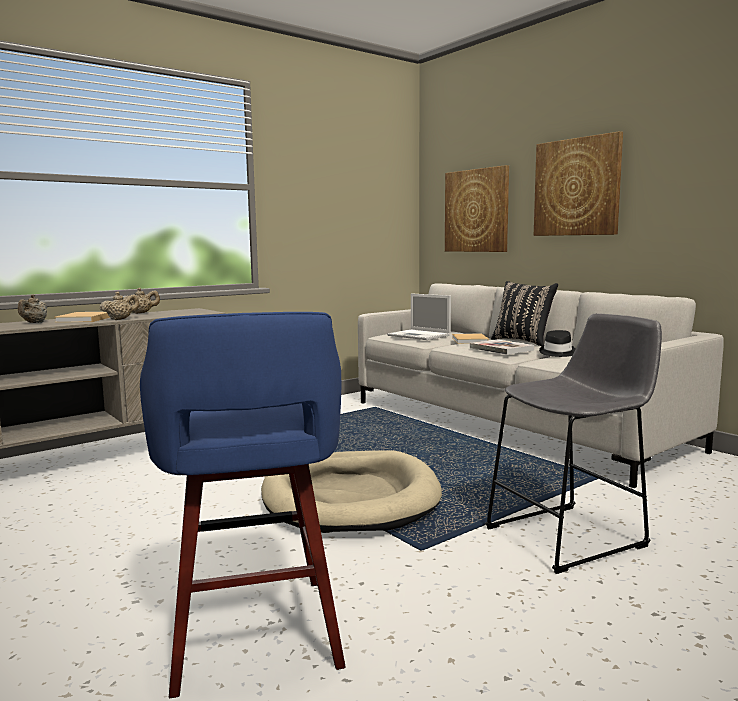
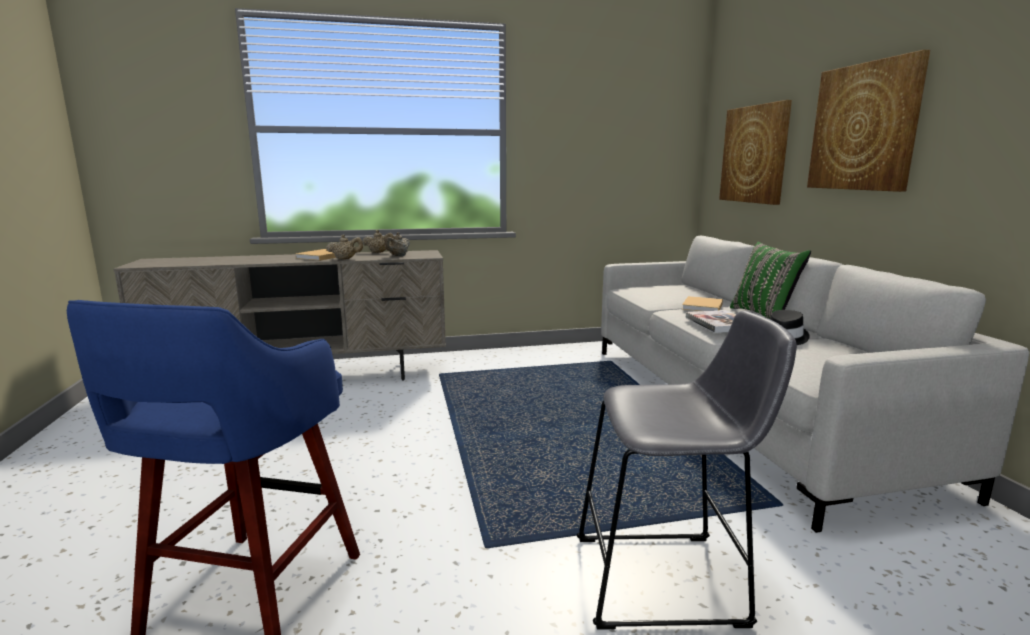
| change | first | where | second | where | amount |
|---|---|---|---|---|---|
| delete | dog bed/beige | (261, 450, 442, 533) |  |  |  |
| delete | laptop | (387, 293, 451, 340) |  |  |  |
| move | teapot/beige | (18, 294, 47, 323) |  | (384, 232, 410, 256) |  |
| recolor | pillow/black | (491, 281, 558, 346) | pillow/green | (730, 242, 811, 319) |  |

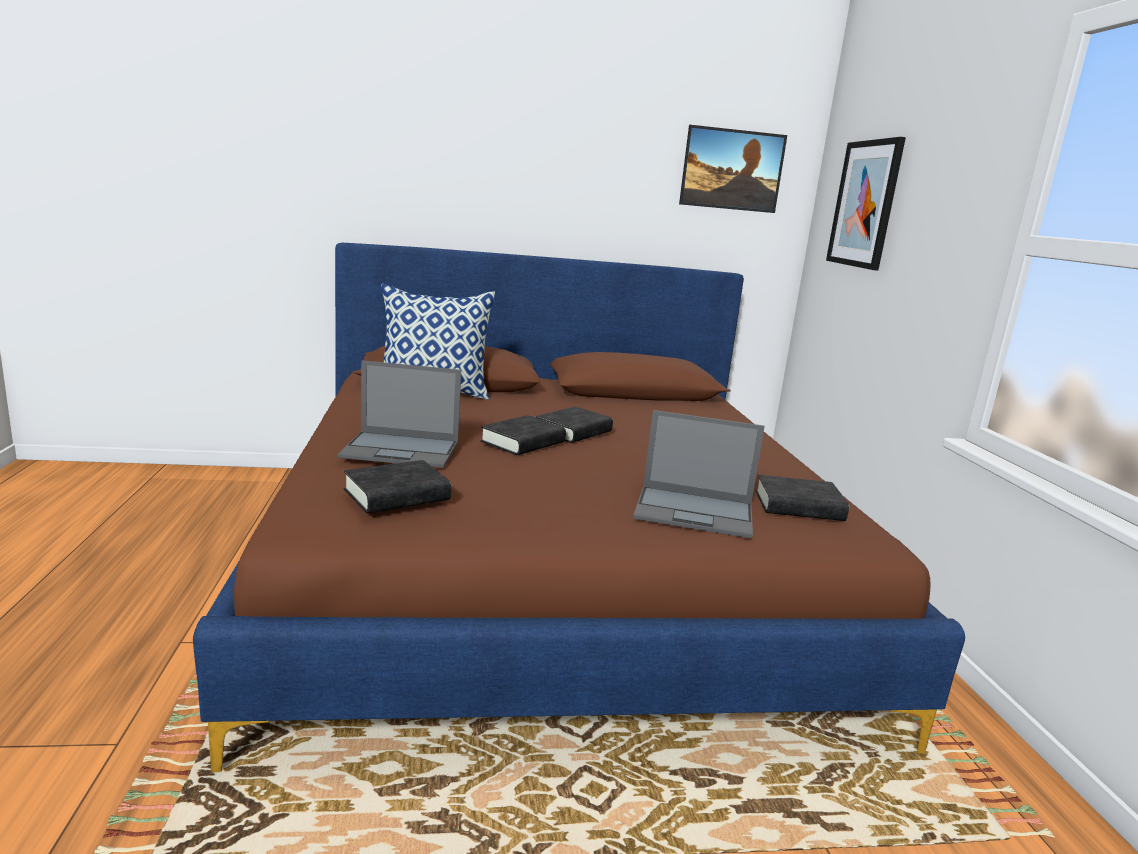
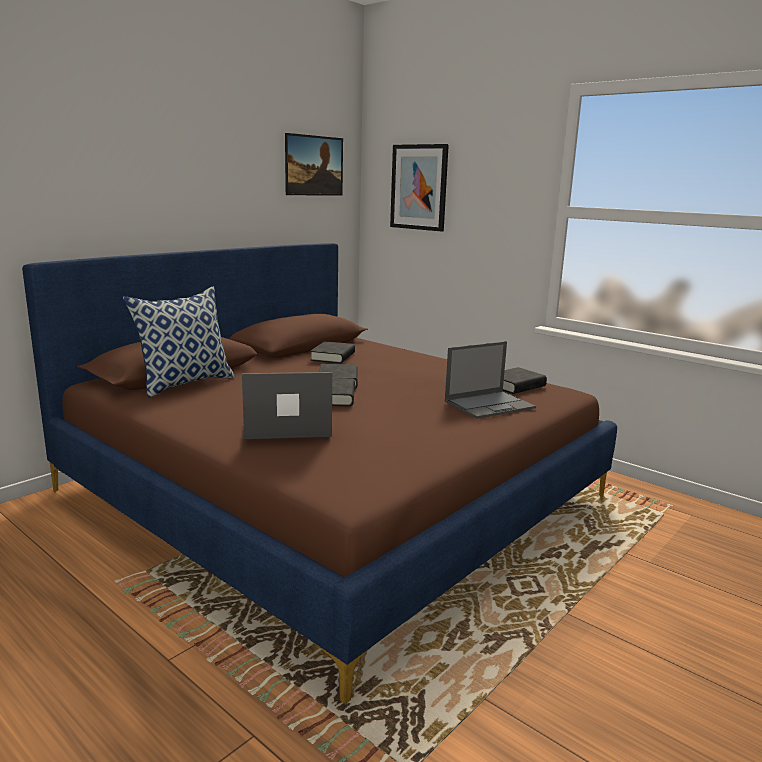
| change | first | where | second | where | amount |
|---|---|---|---|---|---|
| move | book/black | (344, 460, 451, 513) |  | (310, 341, 355, 364) |  |
| rotate | laptop | (338, 360, 461, 468) |  | (242, 372, 332, 439) | 150 degrees counterclockwise |

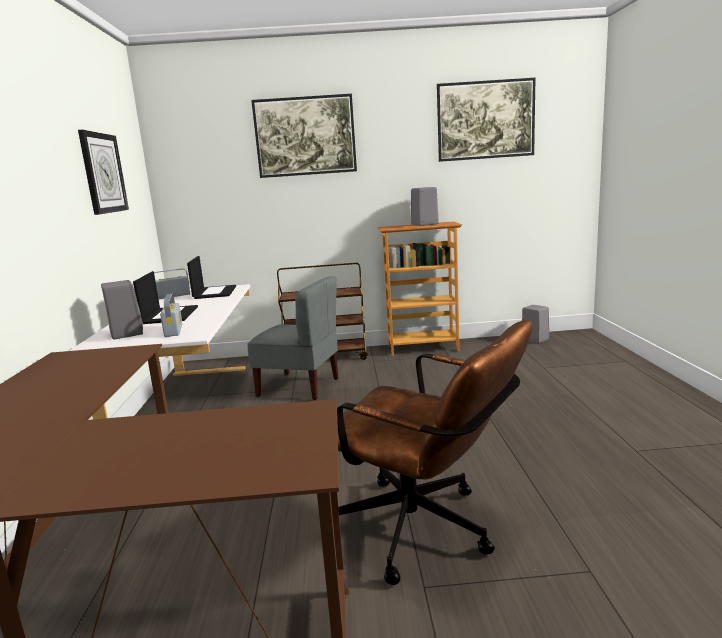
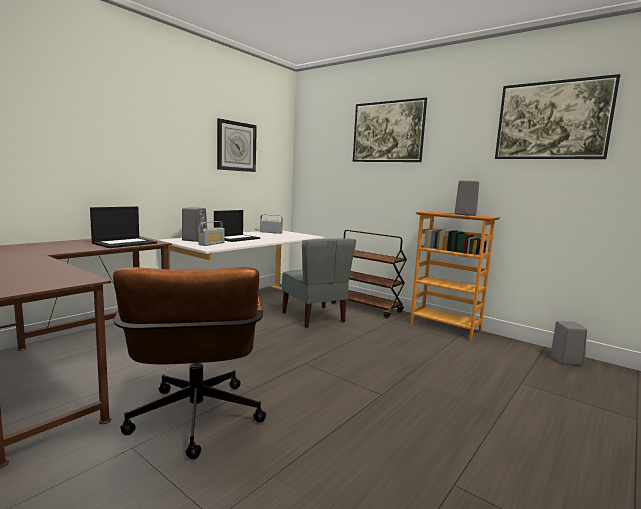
| change | first | where | second | where | amount |
|---|---|---|---|---|---|
| move | laptop | (187, 256, 236, 299) |  | (90, 206, 157, 248) |  |

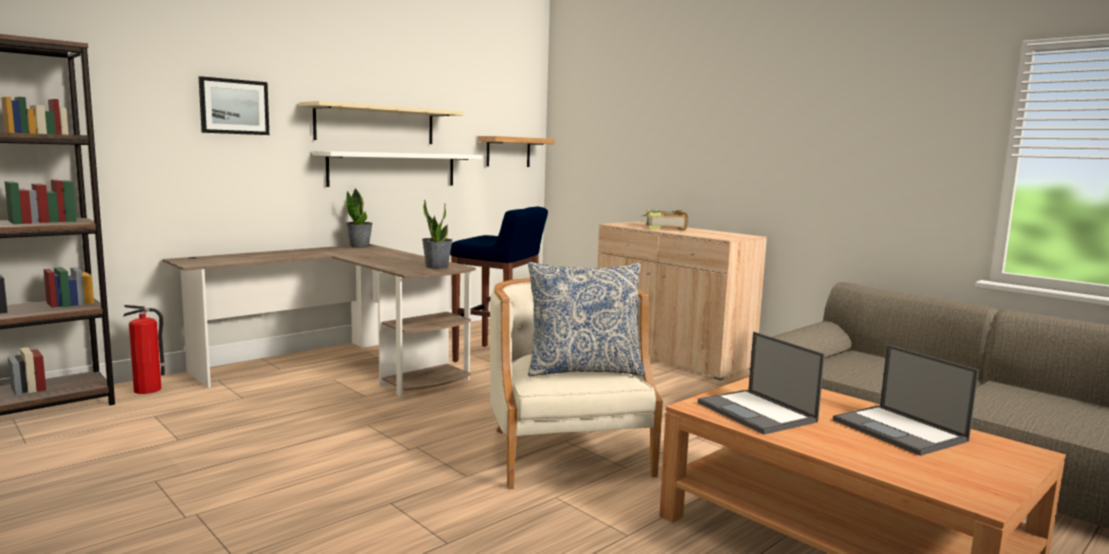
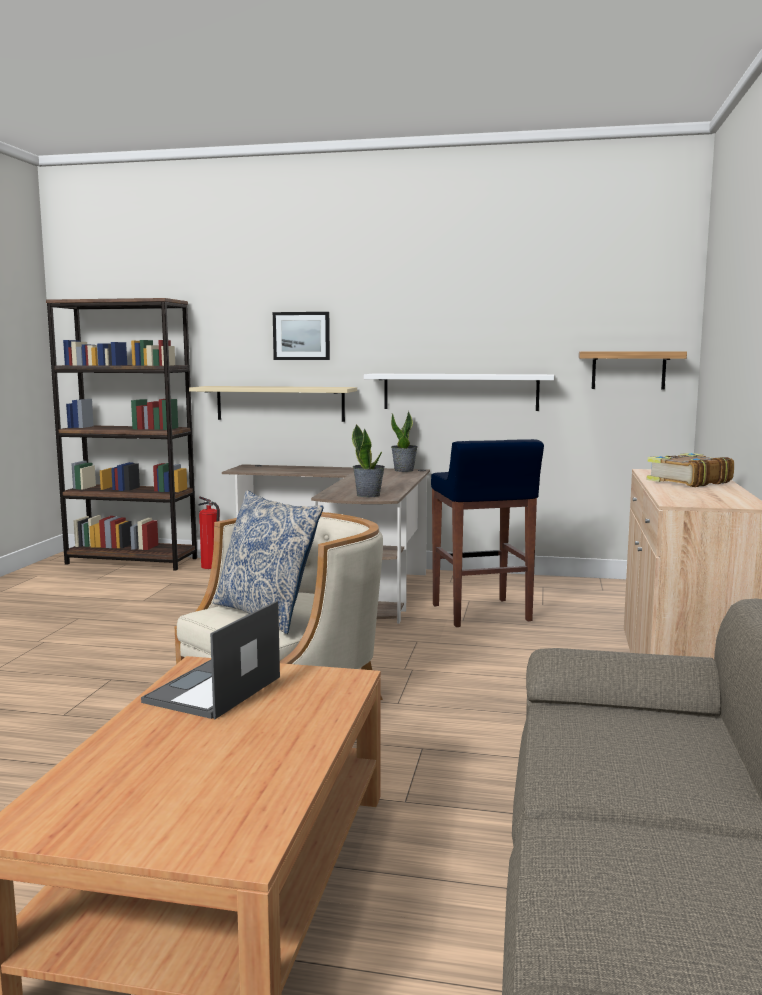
| change | first | where | second | where | amount |
|---|---|---|---|---|---|
| delete | laptop | (833, 345, 979, 456) |  |  |  |
| move | shelf/beige | (299, 101, 464, 144) |  | (189, 386, 357, 422) |  |

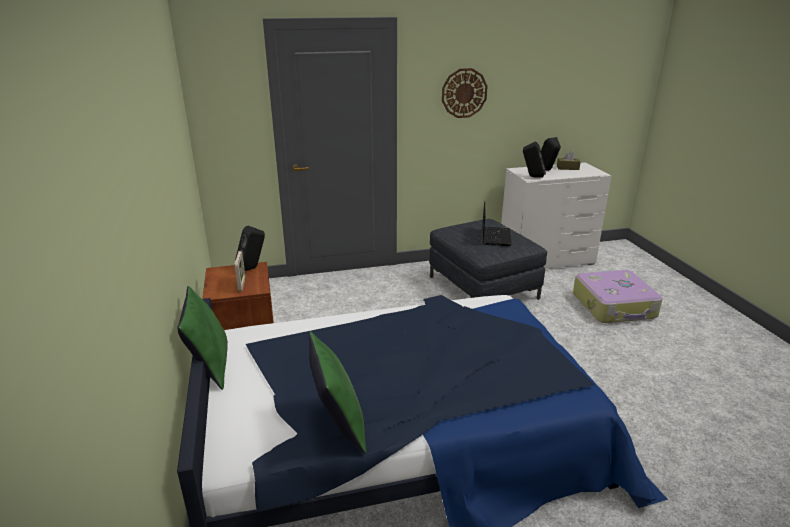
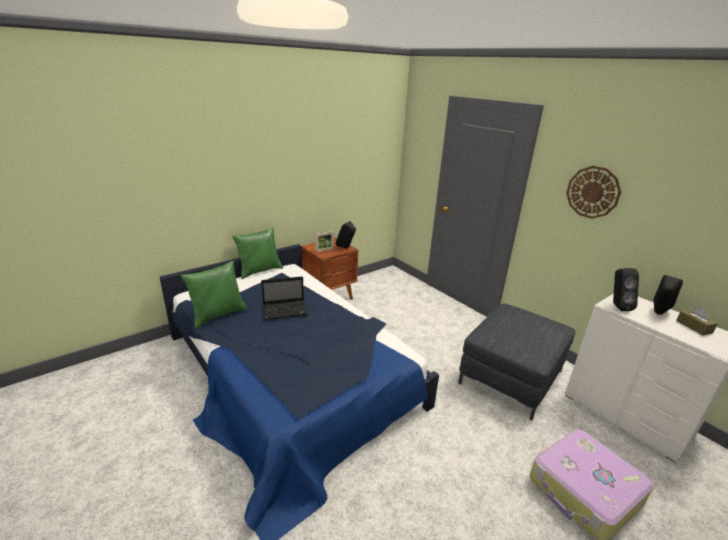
| change | first | where | second | where | amount |
|---|---|---|---|---|---|
| move | laptop | (482, 201, 512, 246) |  | (261, 276, 308, 320) |  |

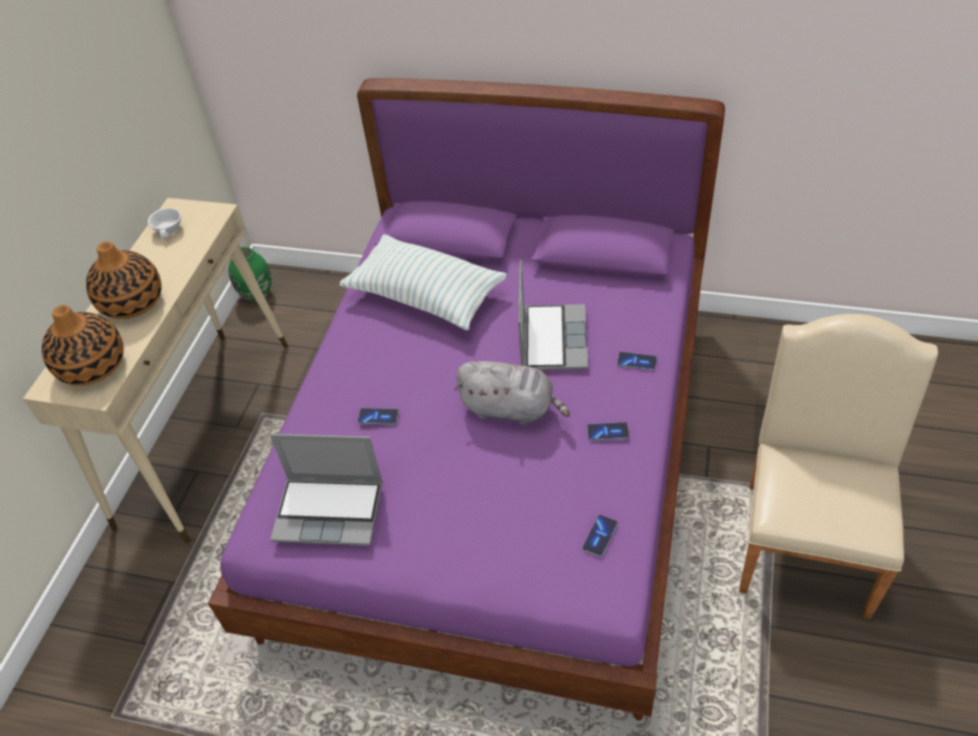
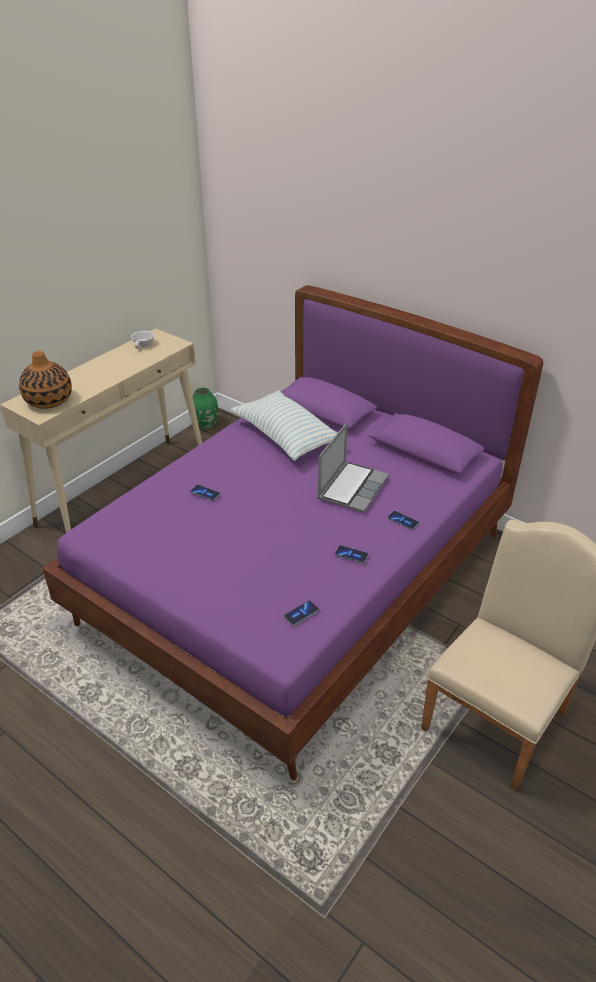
| change | first | where | second | where | amount |
|---|---|---|---|---|---|
| delete | vase | (86, 241, 161, 319) |  |  |  |
| delete | laptop | (270, 434, 383, 546) |  |  |  |
| delete | plush toy/grey | (455, 361, 570, 425) |  |  |  |

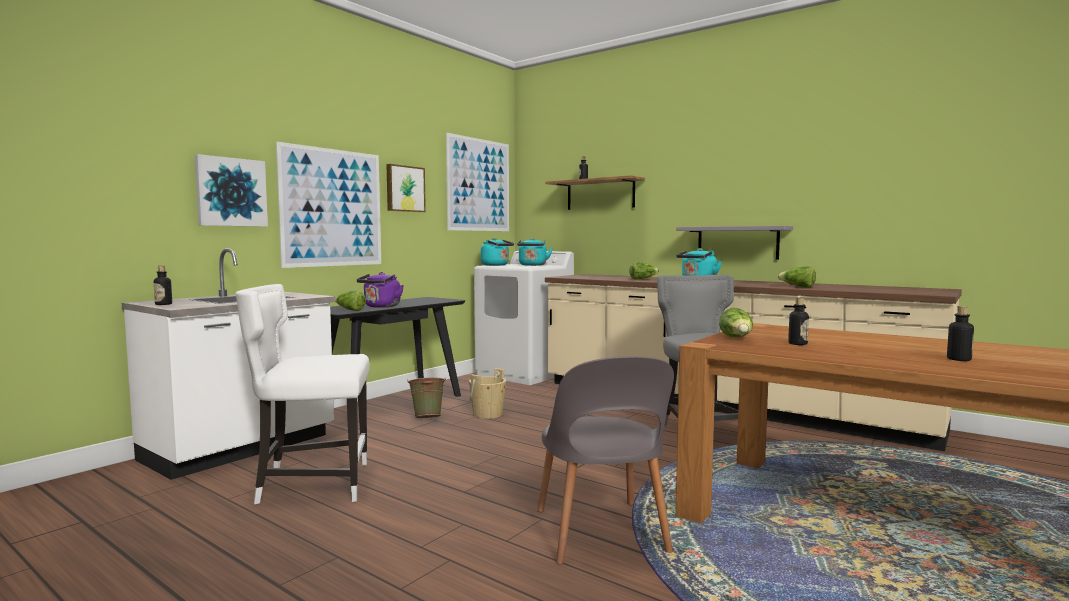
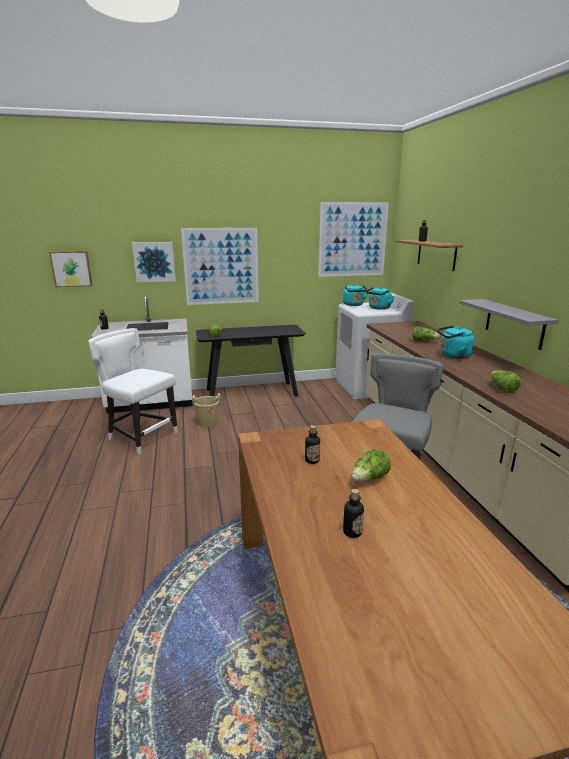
| change | first | where | second | where | amount |
|---|---|---|---|---|---|
| delete | kettle/purple | (357, 272, 404, 308) |  |  |  |
| delete | bucket/green | (407, 377, 446, 418) |  |  |  |
| delete | chair/grey | (537, 356, 674, 564) |  |  |  |
| move | picture | (386, 164, 426, 212) |  | (49, 251, 93, 287) |  |
| move | bucket/beige | (469, 368, 506, 419) |  | (192, 393, 221, 427) |  |
| move | lettuce | (719, 308, 753, 337) |  | (352, 449, 391, 482) |  |

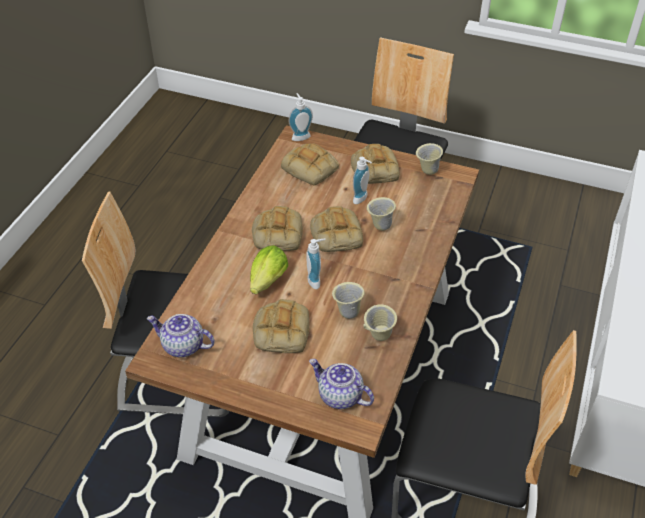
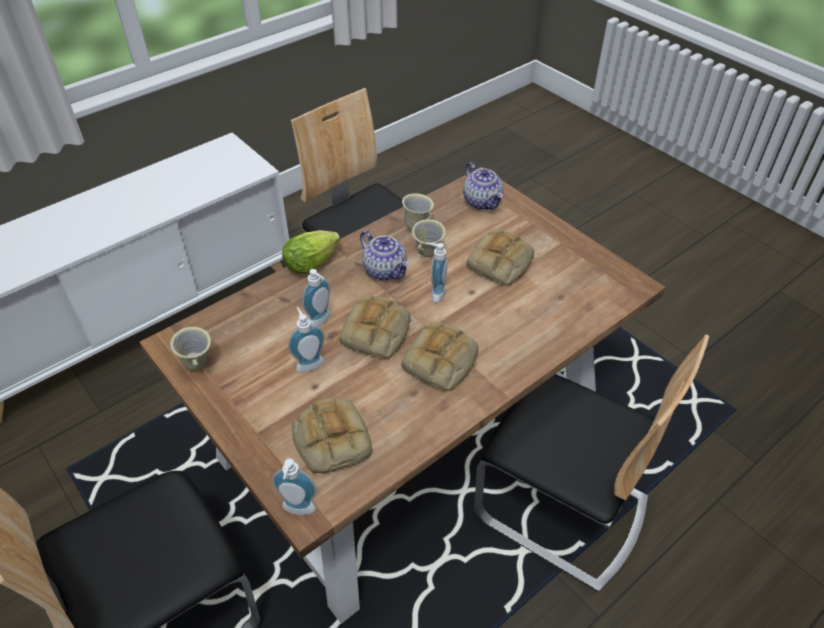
| change | first | where | second | where | amount |
|---|---|---|---|---|---|
| delete | bread | (351, 144, 400, 184) |  |  |  |
| move | teapot | (147, 314, 215, 357) |  | (360, 230, 410, 281) |  |
| move | lettuce | (250, 245, 288, 294) |  | (282, 230, 340, 274) |  |
| replace | mug/beige | (367, 197, 396, 231) | soap dispenser | (302, 269, 331, 326) |  |

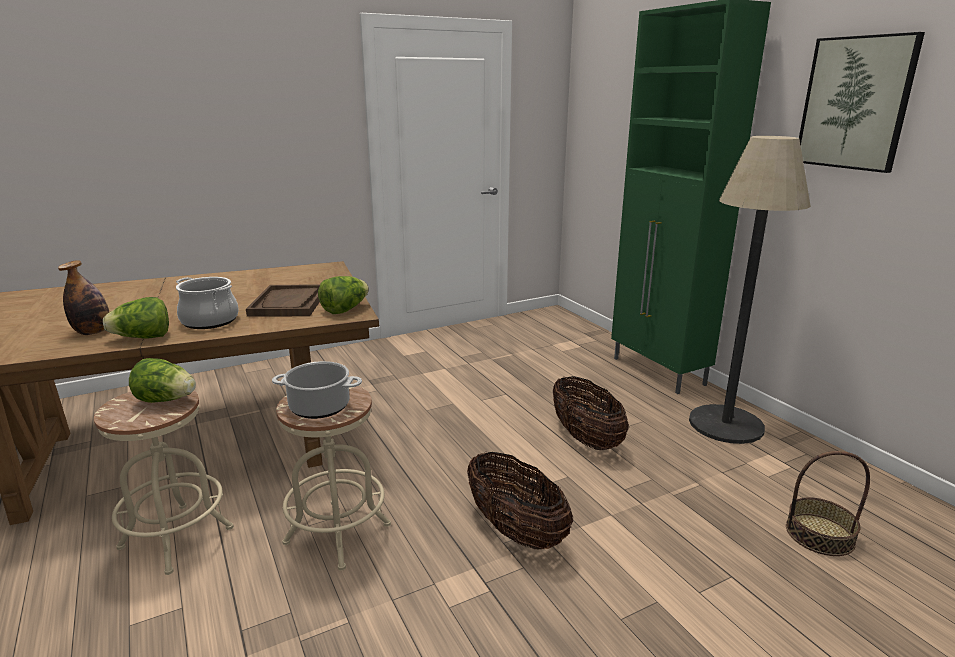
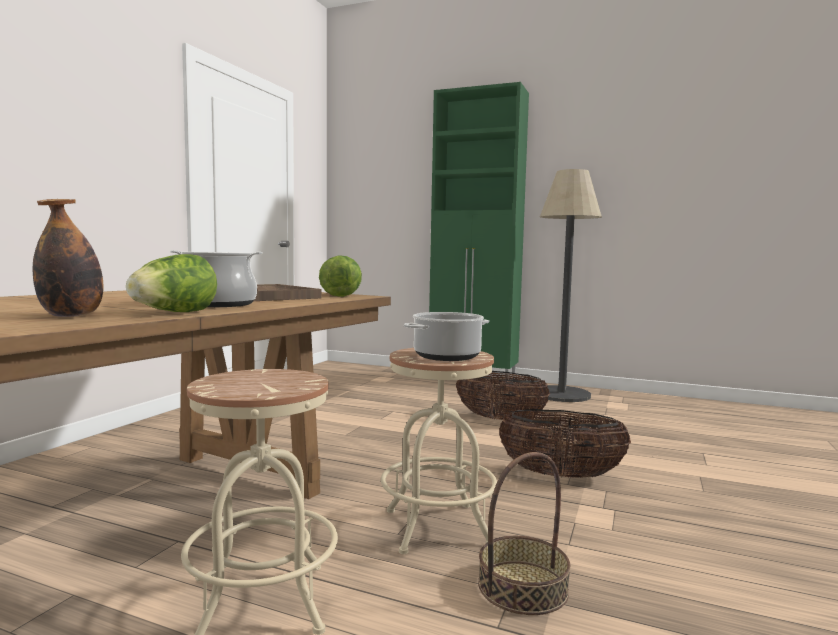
| change | first | where | second | where | amount |
|---|---|---|---|---|---|
| delete | lettuce | (129, 358, 196, 403) |  |  |  |
| delete | picture | (799, 32, 925, 173) |  |  |  |
| move | basket | (786, 451, 870, 556) |  | (478, 452, 570, 615) |  |

